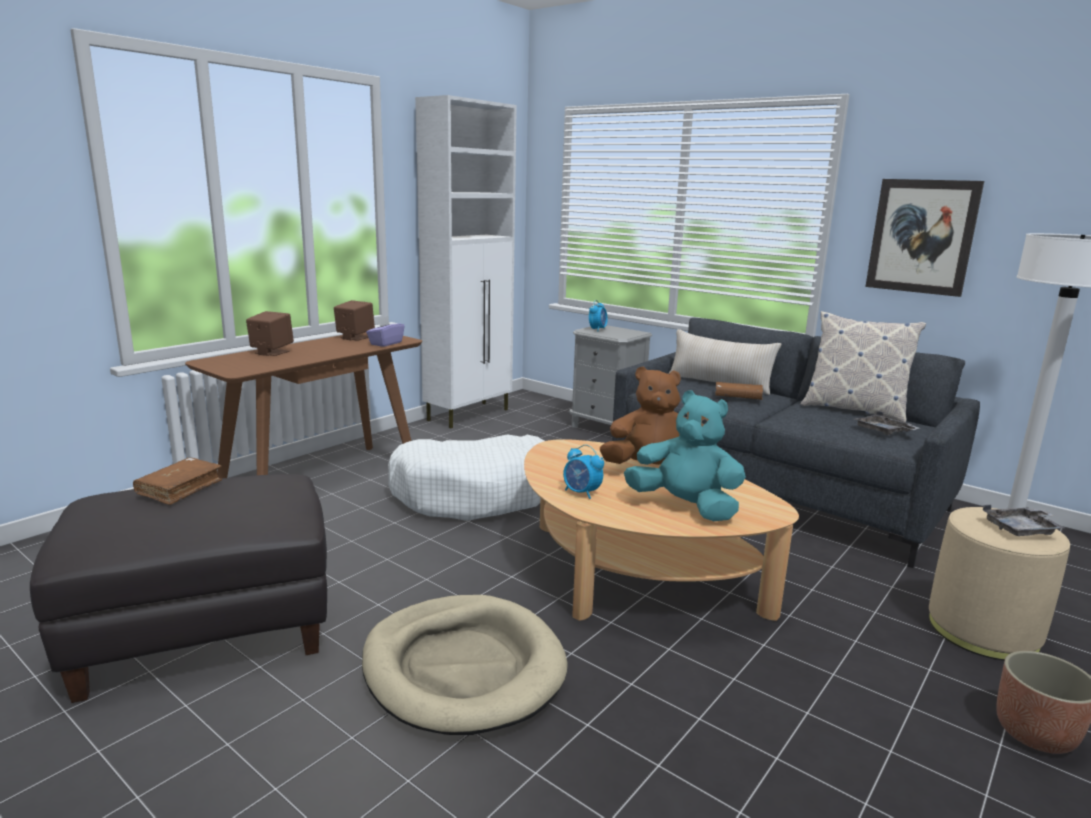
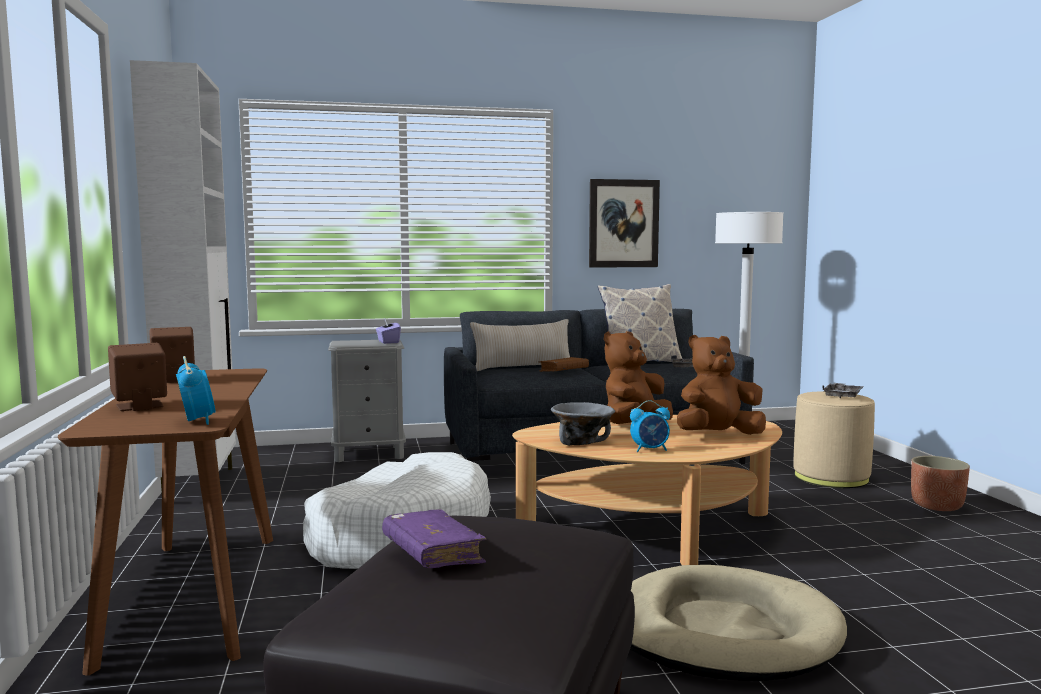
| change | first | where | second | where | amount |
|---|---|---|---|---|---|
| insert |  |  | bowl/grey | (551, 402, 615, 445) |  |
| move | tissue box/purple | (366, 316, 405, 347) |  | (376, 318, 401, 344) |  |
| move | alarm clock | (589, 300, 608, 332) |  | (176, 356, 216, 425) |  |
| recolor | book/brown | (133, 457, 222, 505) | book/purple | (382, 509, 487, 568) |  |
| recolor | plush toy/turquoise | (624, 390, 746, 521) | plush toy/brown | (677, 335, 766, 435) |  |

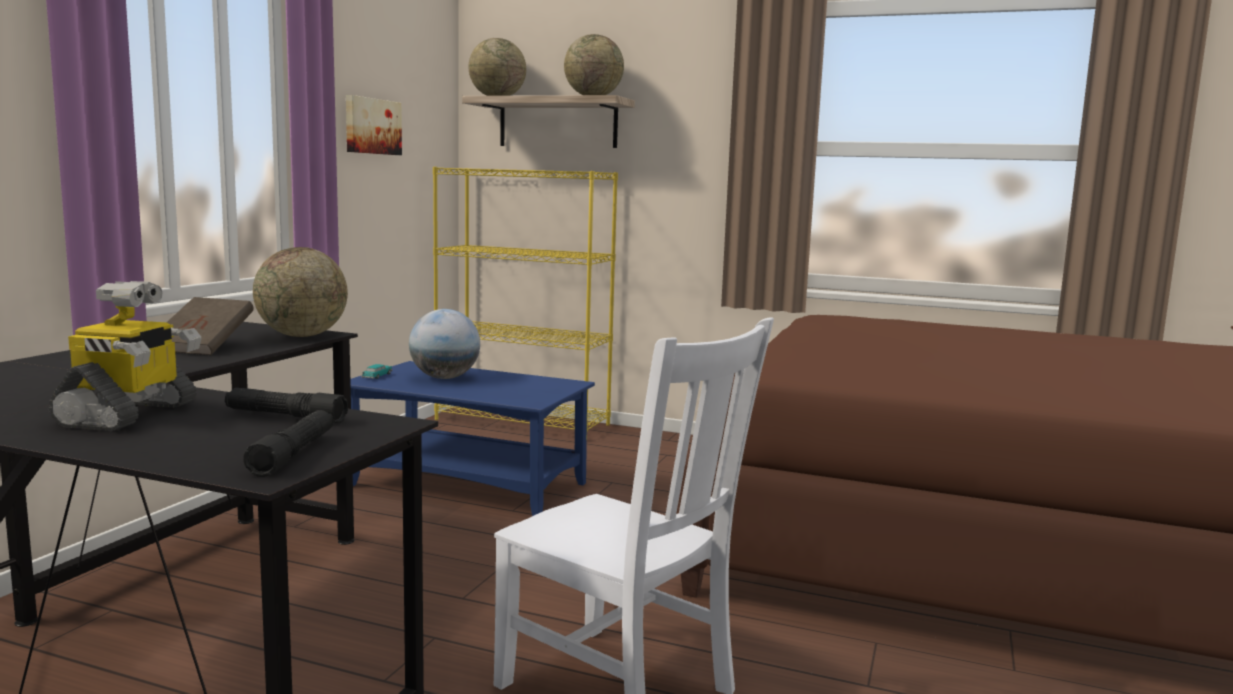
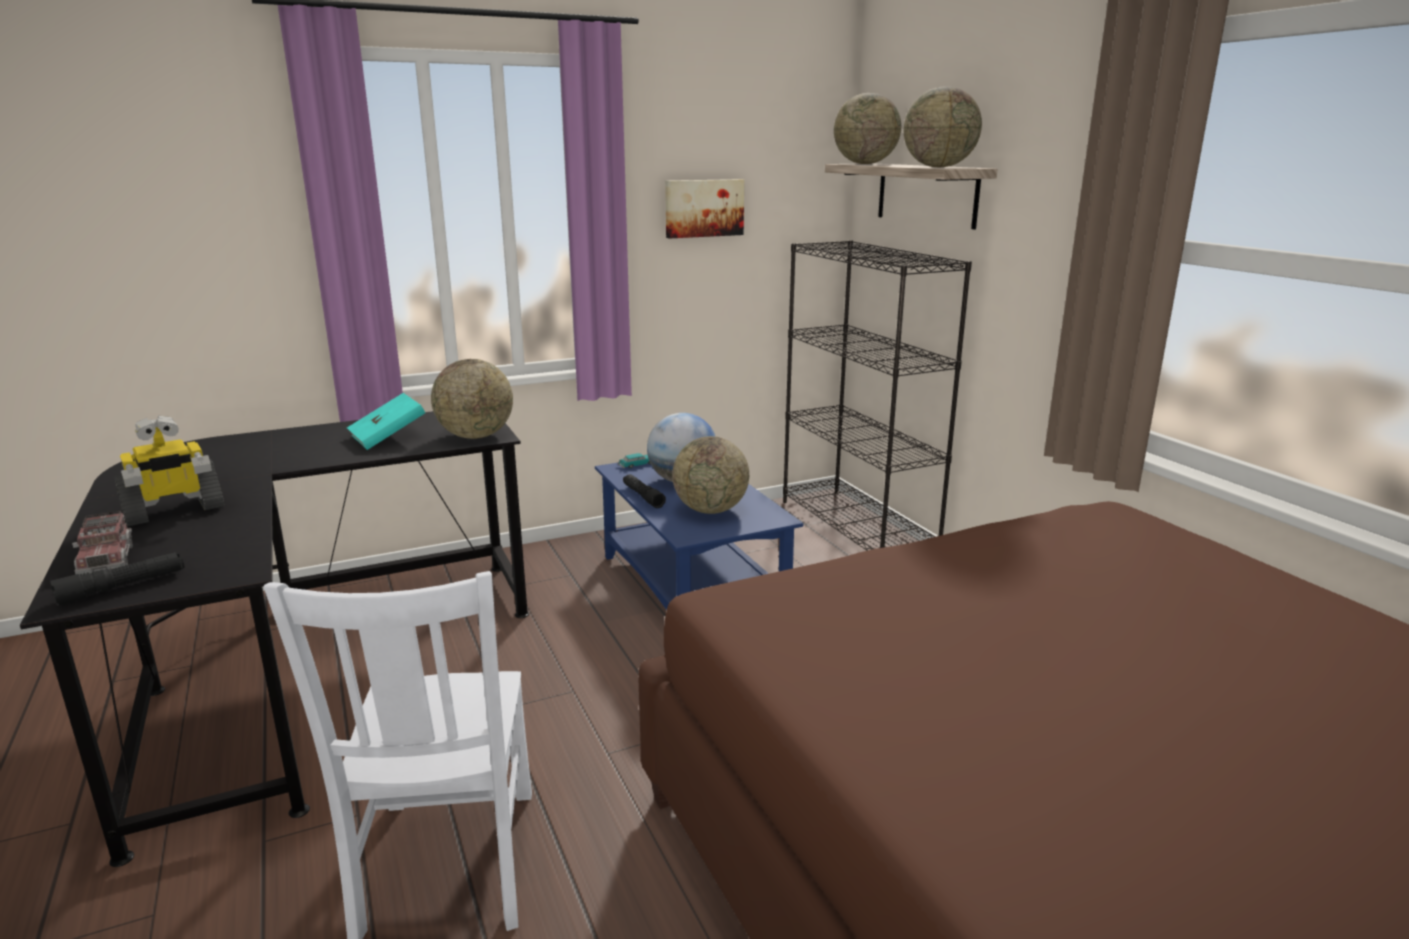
| change | first | where | second | where | amount |
|---|---|---|---|---|---|
| insert |  |  | toy truck | (72, 511, 133, 576) |  |
| insert |  |  | globe | (672, 436, 749, 514) |  |
| move | flashlight/black | (225, 388, 348, 423) |  | (623, 474, 666, 508) |  |
| recolor | book/brown | (167, 297, 253, 355) | book/turquoise | (347, 393, 425, 450) |  |
| recolor | bookcase/yellow | (433, 167, 618, 431) | bookcase/black | (783, 240, 972, 551) |  |

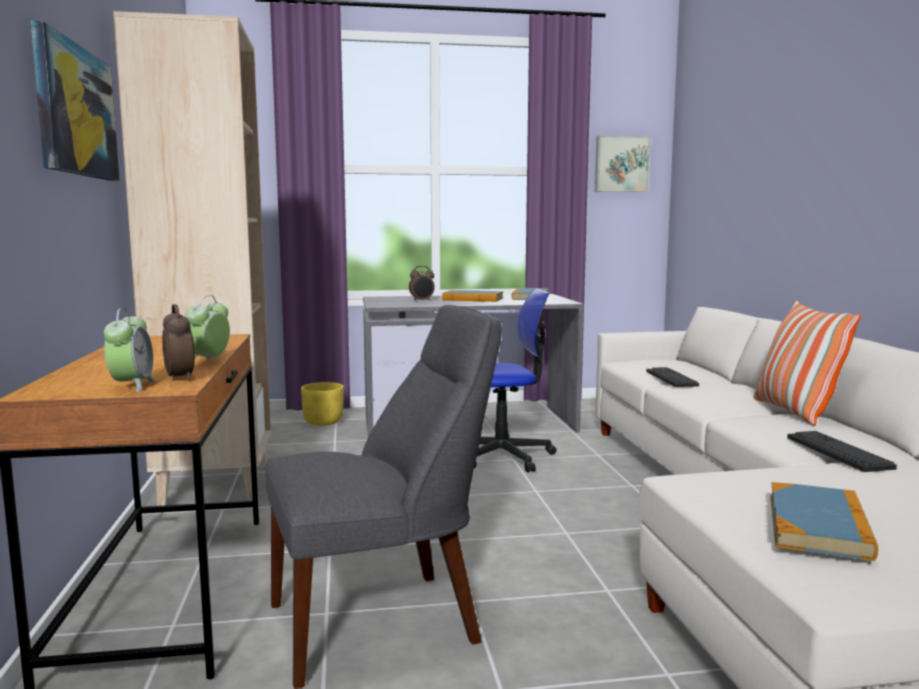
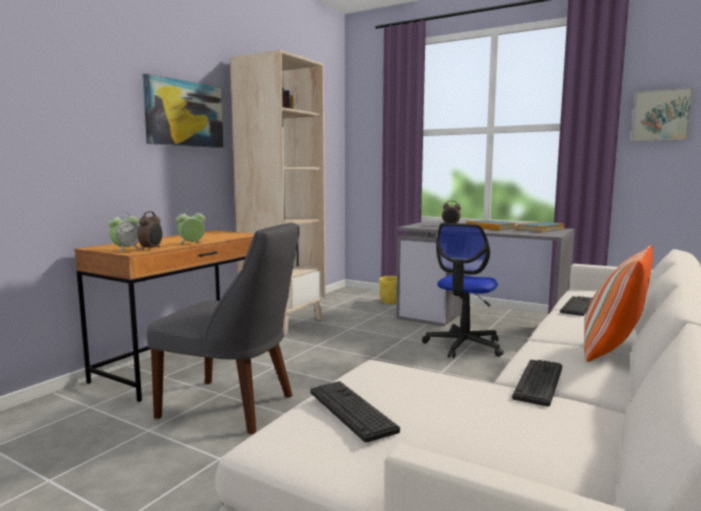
| change | first | where | second | where | amount |
|---|---|---|---|---|---|
| replace | book | (770, 482, 878, 561) | keyboard | (310, 381, 400, 443) |  |
| rotate | office chair | (474, 289, 556, 473) |  | (422, 223, 504, 358) | 90 degrees clockwise |

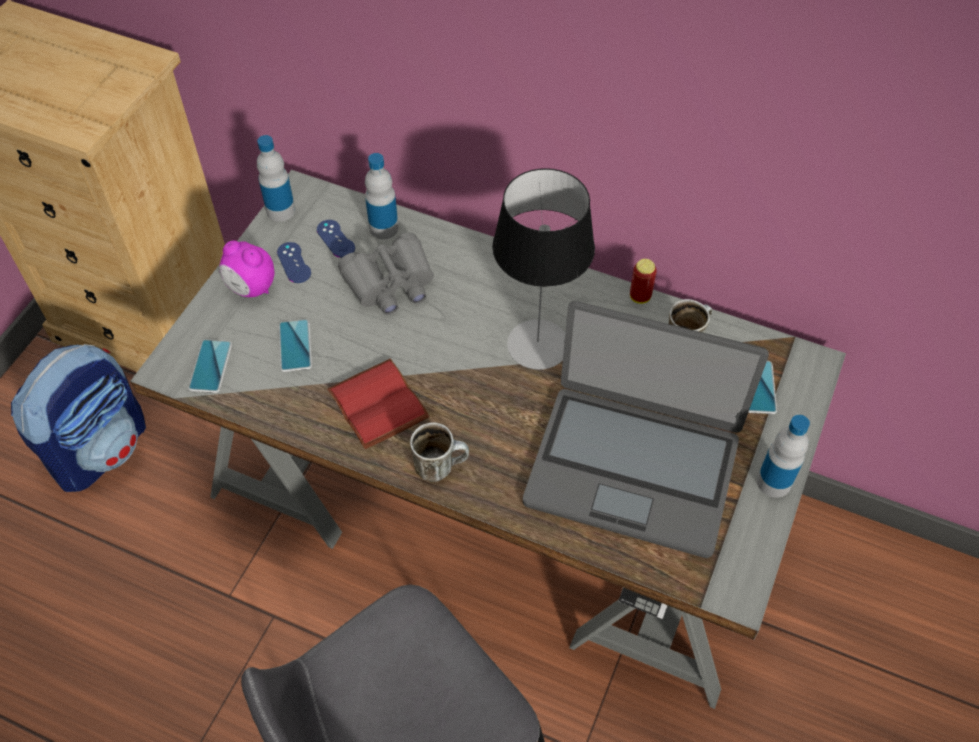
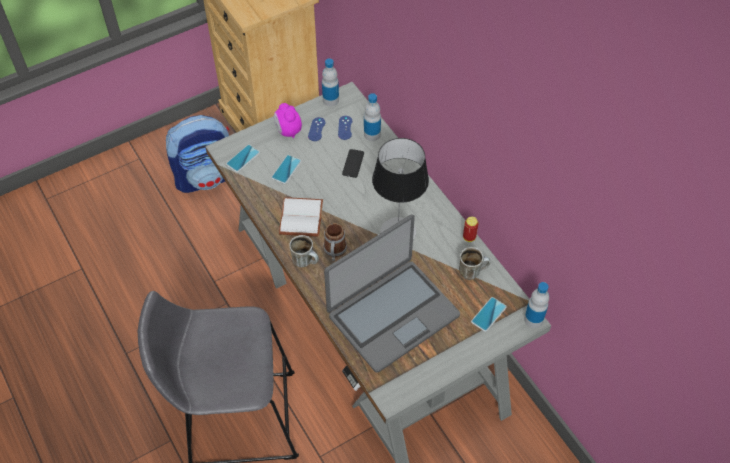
| change | first | where | second | where | amount |
|---|---|---|---|---|---|
| insert |  |  | mug | (323, 223, 347, 261) |  |
| move | bottle | (757, 415, 810, 498) |  | (524, 282, 549, 328) |  |
| replace | binoculars/grey | (338, 232, 434, 315) | phone | (342, 149, 364, 178) |  |
| recolor | book/red | (327, 359, 429, 449) | book/white | (279, 197, 323, 237) |  |
| rotate | laptop | (523, 301, 769, 558) |  | (324, 214, 460, 373) | 90 degrees counterclockwise |

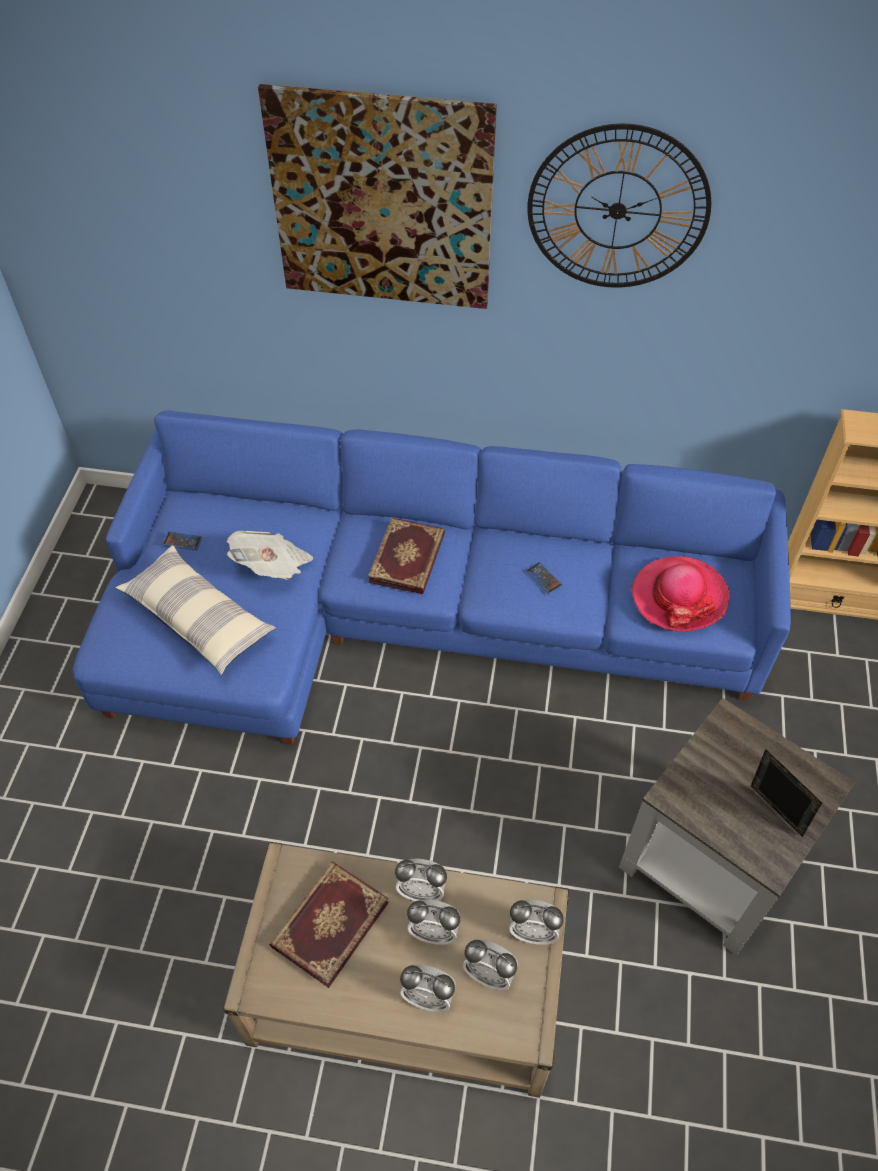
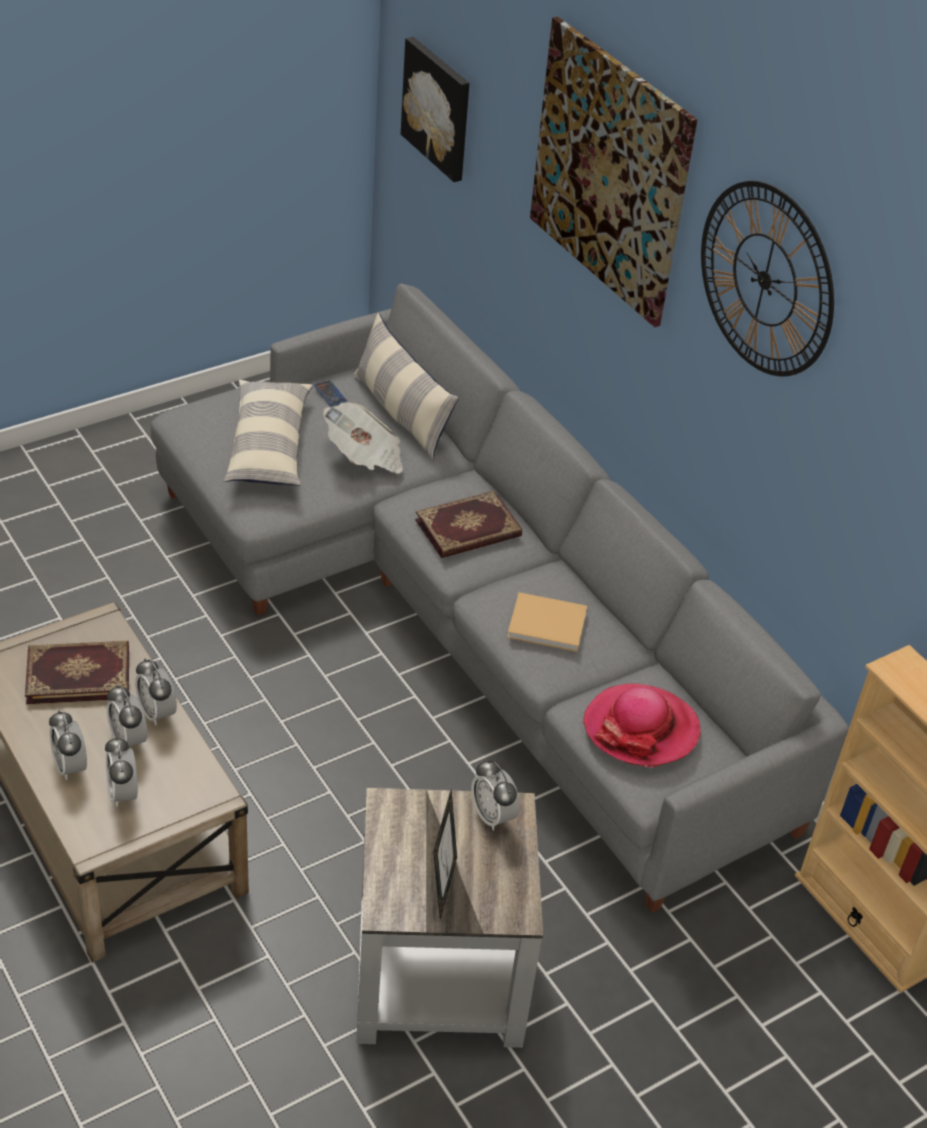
| change | first | where | second | where | amount |
|---|---|---|---|---|---|
| insert |  |  | pillow | (354, 313, 459, 460) |  |
| insert |  |  | picture | (401, 37, 469, 182) |  |
| move | alarm clock | (509, 899, 564, 945) |  | (471, 759, 520, 831) |  |
| replace | phone | (525, 562, 563, 594) | book/beige | (507, 592, 587, 652) |  |
| recolor | sofa/blue | (73, 410, 791, 745) | sofa/grey | (150, 284, 849, 913) |  |

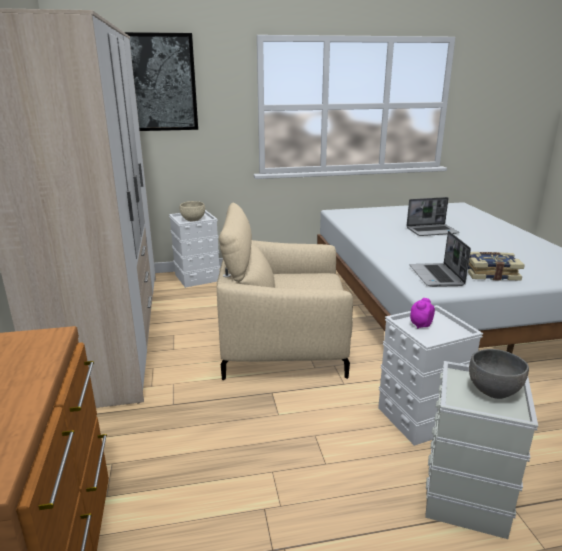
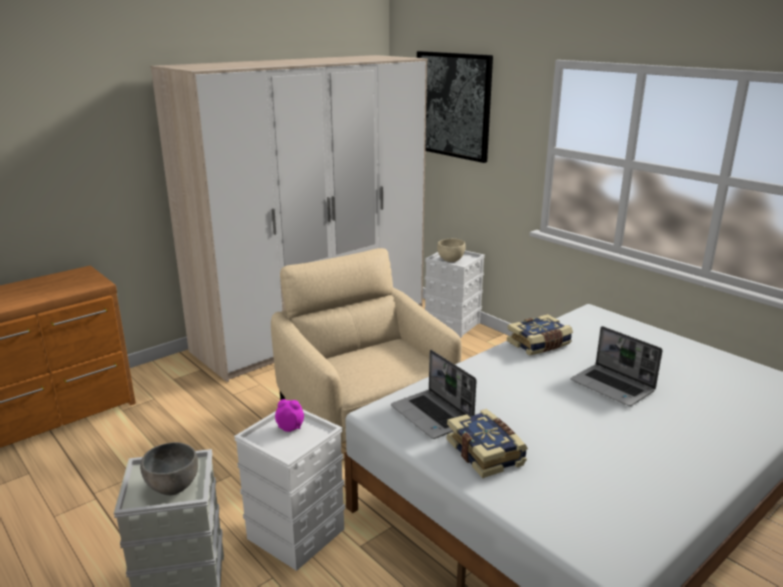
| change | first | where | second | where | amount |
|---|---|---|---|---|---|
| insert |  |  | book | (507, 314, 573, 356) |  |
| rotate | laptop | (410, 231, 471, 287) |  | (391, 350, 477, 439) | 90 degrees counterclockwise |

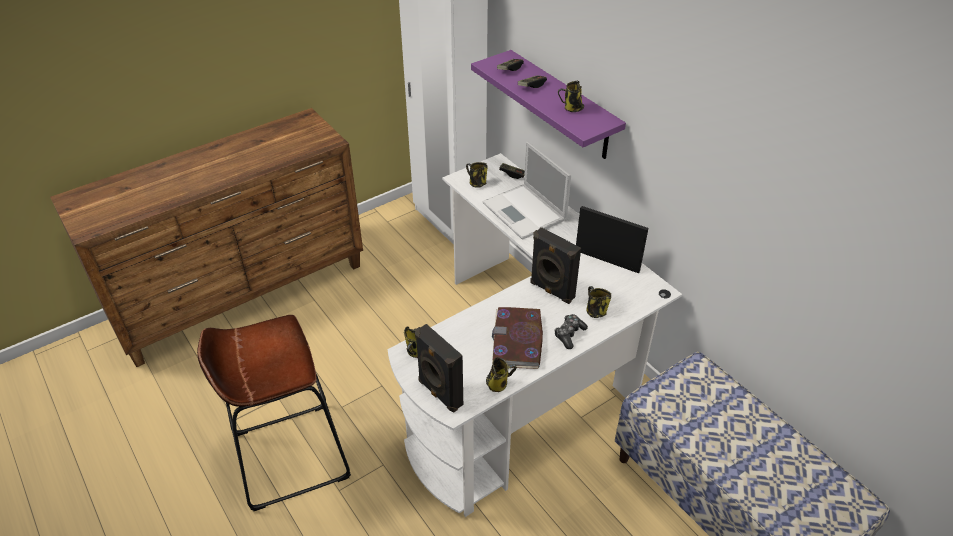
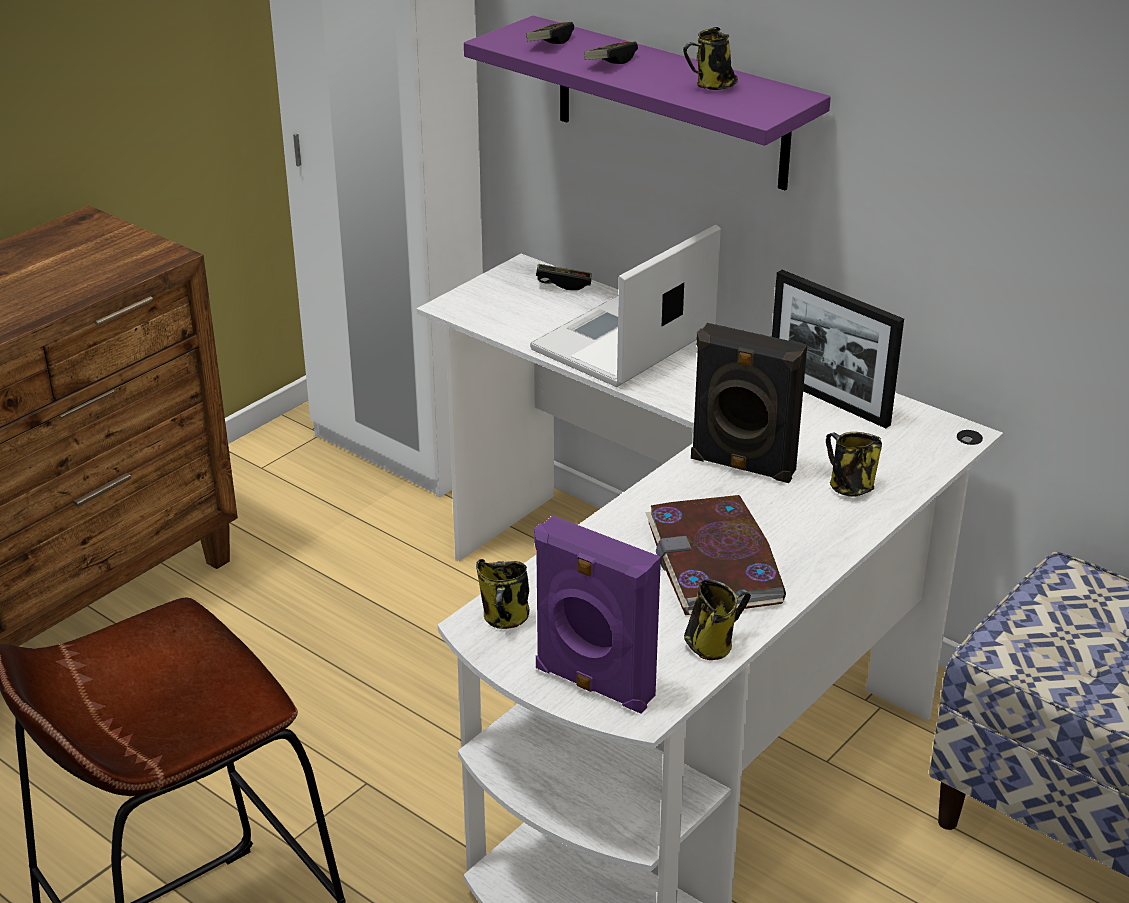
| change | first | where | second | where | amount |
|---|---|---|---|---|---|
| delete | mug | (466, 162, 488, 188) |  |  |  |
| delete | game controller | (554, 314, 588, 349) |  |  |  |
| recolor | speaker/black | (415, 324, 463, 412) | speaker/purple | (534, 515, 661, 714) |  |
| rotate | laptop | (482, 142, 571, 240) |  | (530, 225, 721, 387) | 90 degrees clockwise |
| rotate | picture frame | (576, 206, 648, 273) |  | (772, 270, 904, 428) | 150 degrees counterclockwise |

